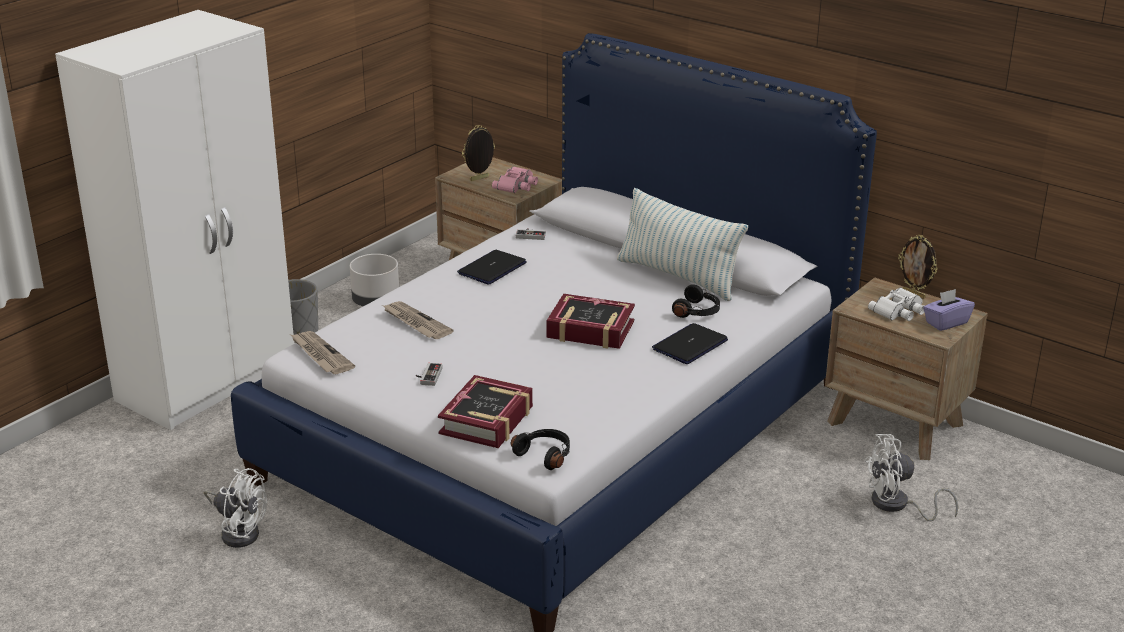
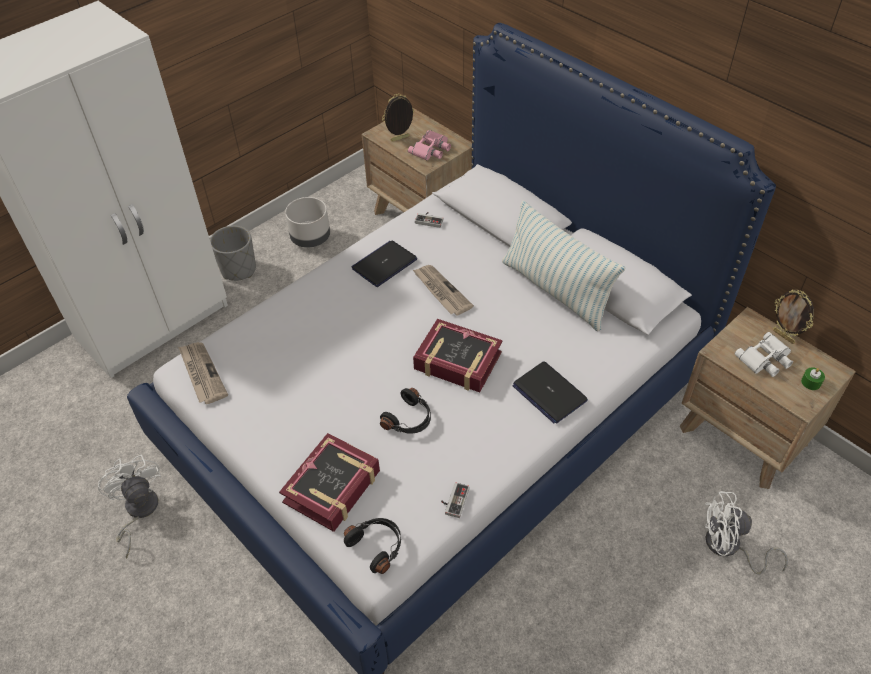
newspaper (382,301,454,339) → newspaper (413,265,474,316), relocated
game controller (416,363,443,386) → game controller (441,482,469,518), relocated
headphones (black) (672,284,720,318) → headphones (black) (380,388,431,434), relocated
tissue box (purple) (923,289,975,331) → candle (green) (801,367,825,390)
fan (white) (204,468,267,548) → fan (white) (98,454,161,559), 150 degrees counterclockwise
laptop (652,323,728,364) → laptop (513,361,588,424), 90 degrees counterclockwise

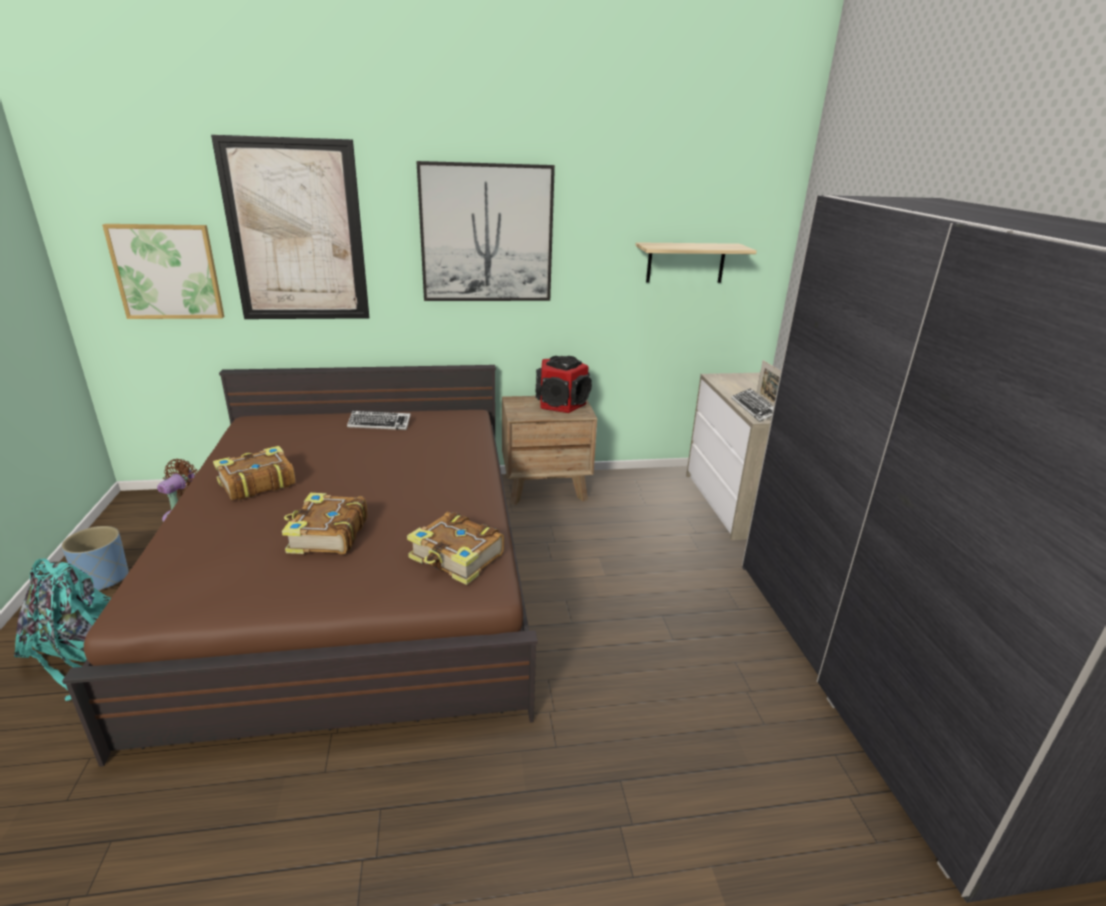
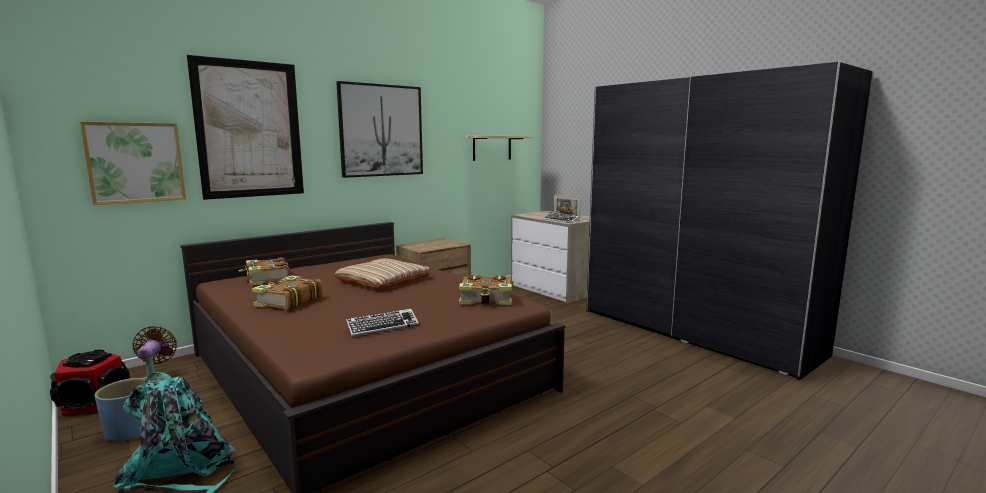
- → pillow (beige) (334,258,430,290)
book (282,493,367,554) → book (239,257,291,286), relocated
keyboard (347,411,411,430) → keyboard (346,308,419,337), relocated
speaker (536,356,592,413) → speaker (50,350,130,416), relocated

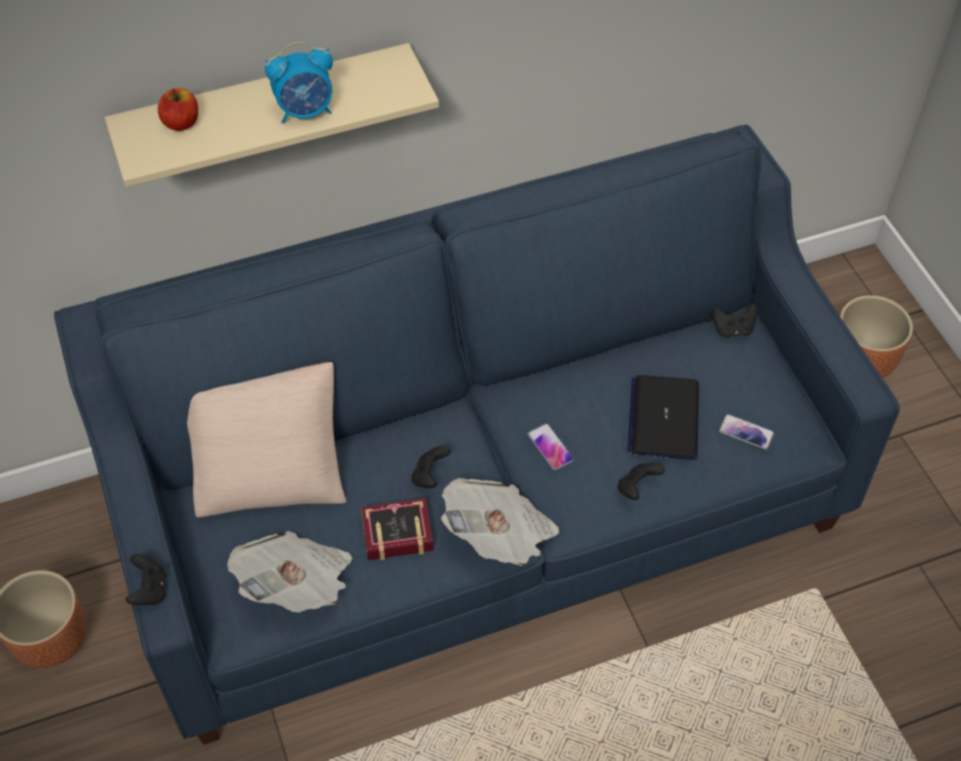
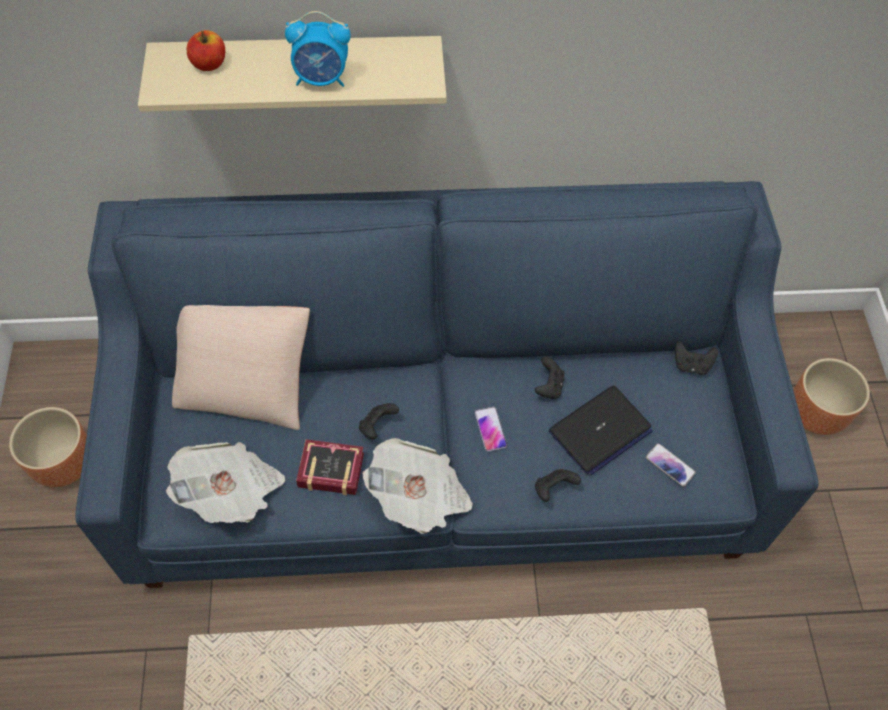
game controller (black) (126,554,166,605) → game controller (black) (535,357,565,399), relocated
laptop (628,375,699,460) → laptop (549,386,652,475), 150 degrees counterclockwise

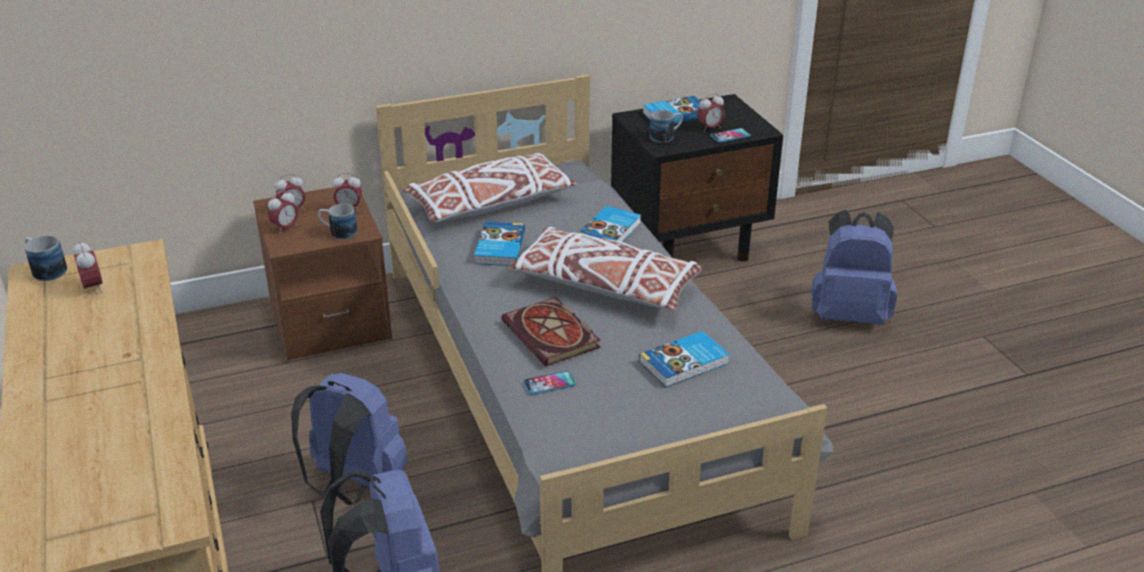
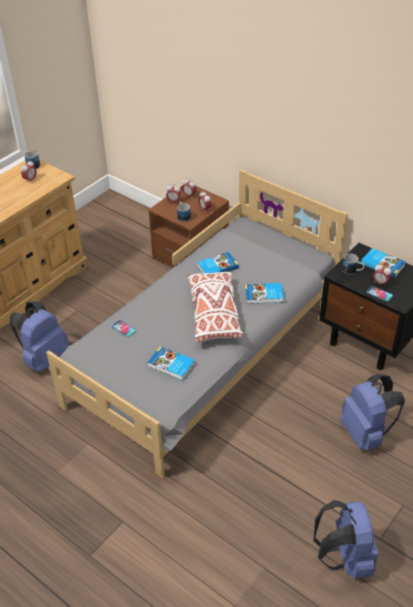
pillow (white) (401,153,578,223) → -
book (501,297,600,366) → -
backpack (blue) (291,373,408,505) → backpack (blue) (314,500,378,579), relocated

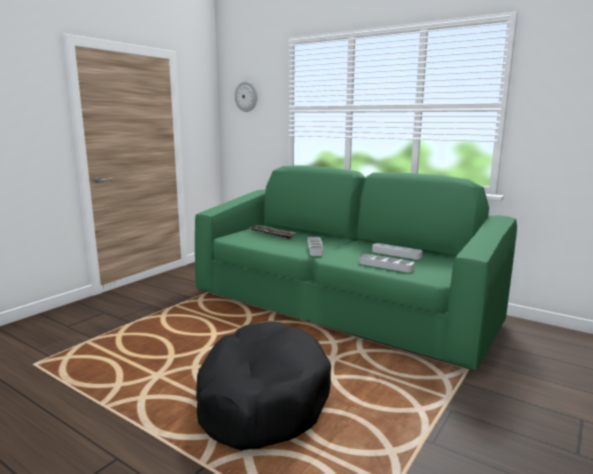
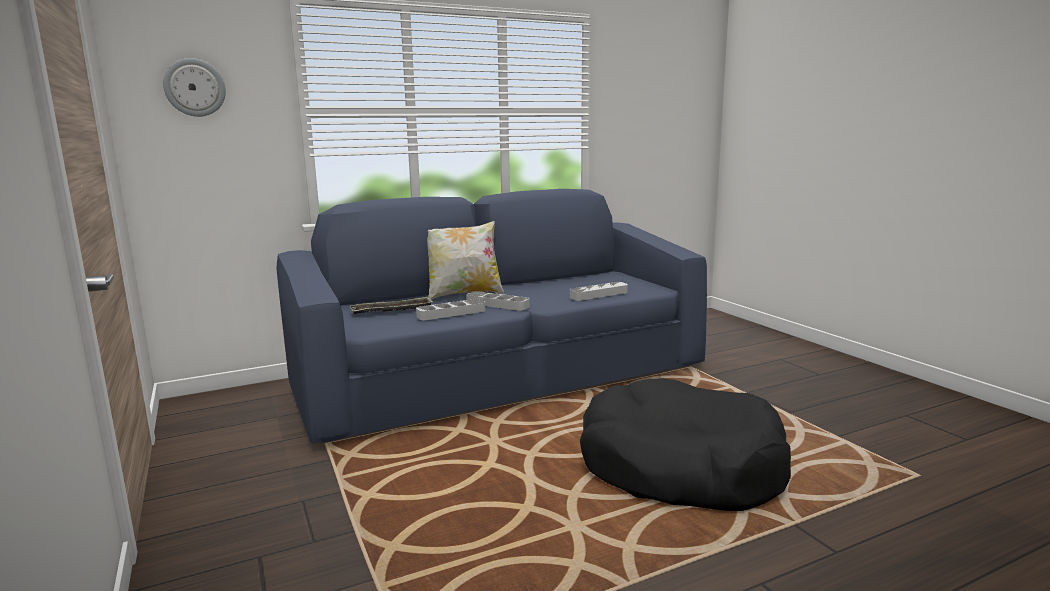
- → pillow (427,221,504,299)
tray (grey) (372,243,422,260) → tray (grey) (416,299,486,320), relocated
sofa (green) (195,165,517,370) → sofa (blue) (277,189,707,444)

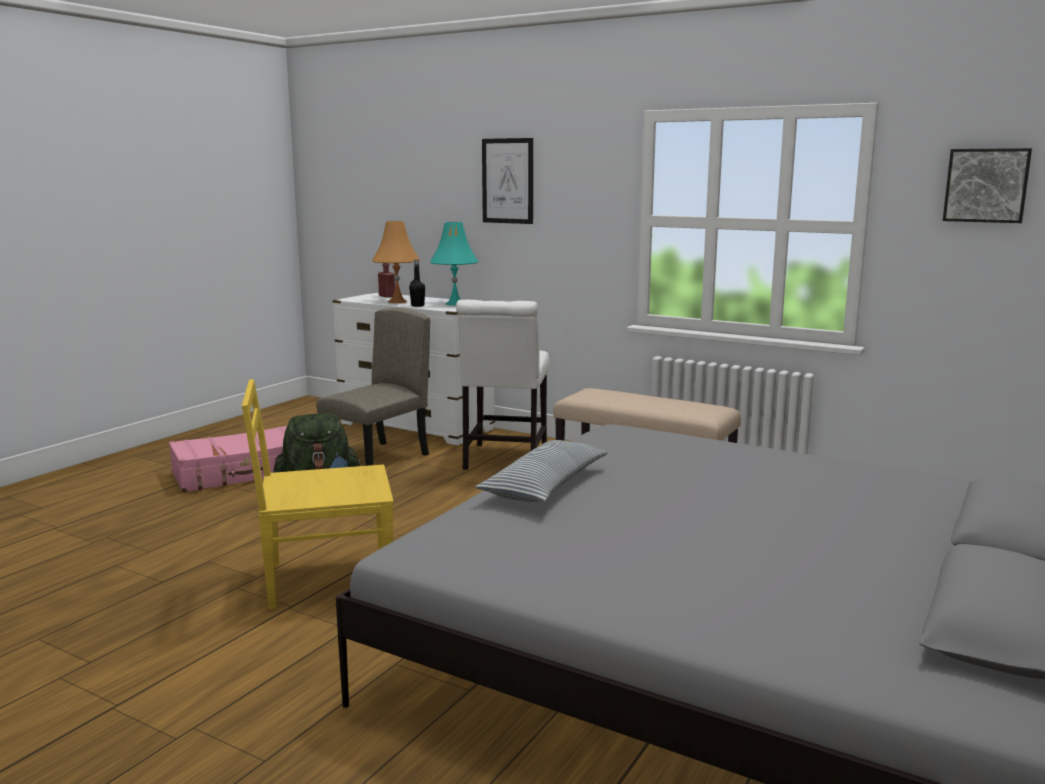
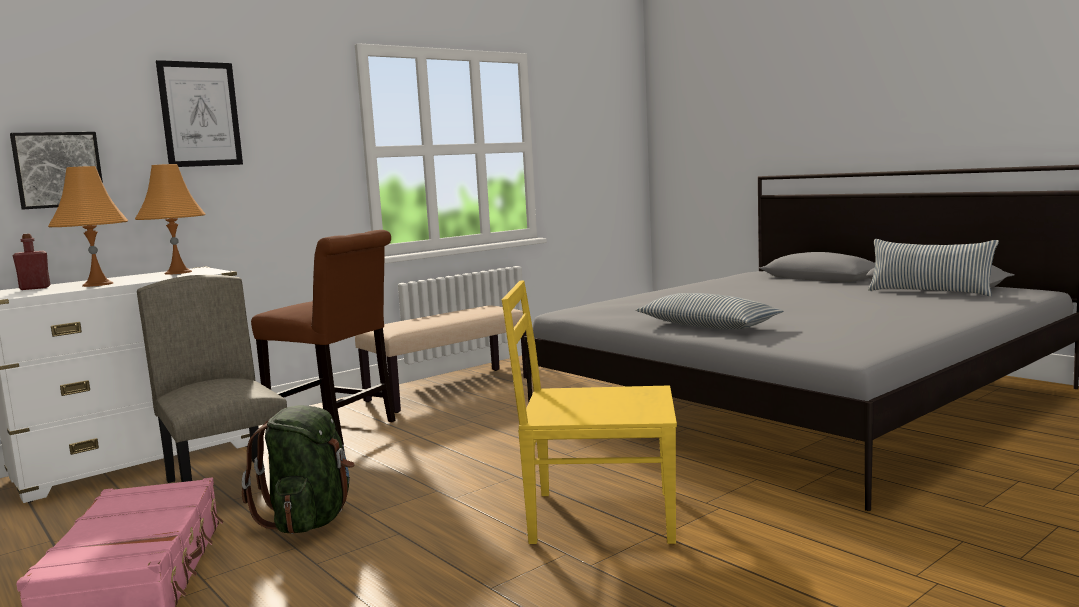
bottle (black) (409,260,425,307) → -
- → pillow (868,239,999,297)
picture (943,148,1032,223) → picture (10,132,103,209), relocated
table lamp (turquoise) (430,222,478,306) → table lamp (orange) (135,164,205,275)
chair (white) (456,300,549,470) → chair (brown) (251,230,396,445)
chair (yellow) (242,379,394,609) → chair (yellow) (501,280,677,544), 90 degrees clockwise

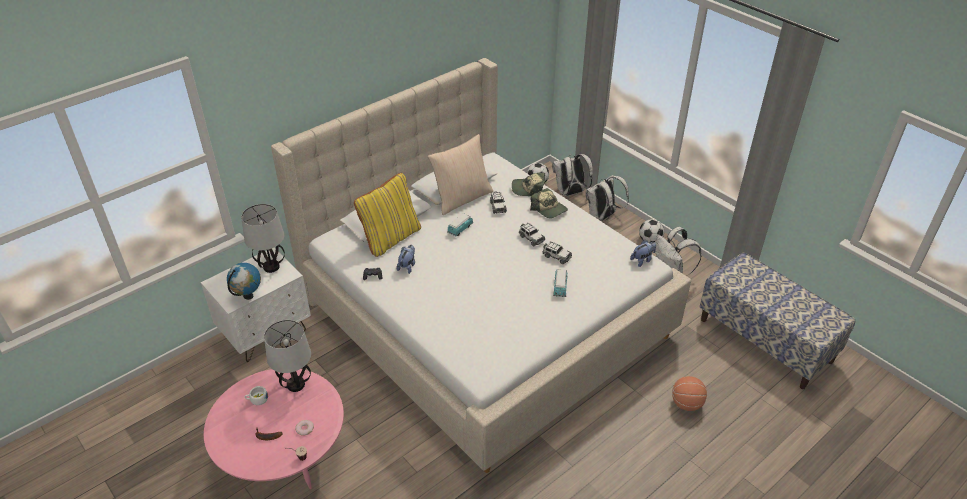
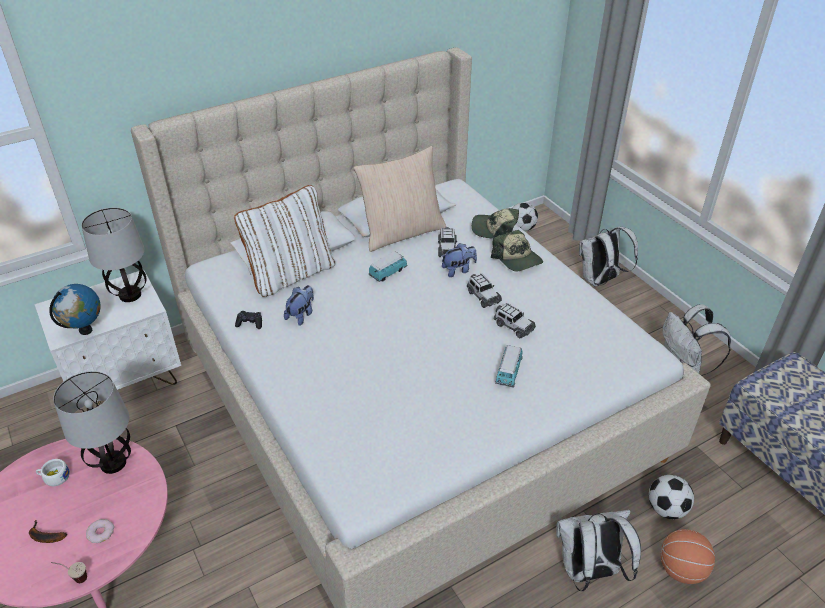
backpack (white) (552,154,593,196) → backpack (white) (556,510,641,591), relocated
plush toy (630,240,656,267) → plush toy (442,243,477,277), relocated
football (639,219,664,243) → football (649,475,694,519), relocated
pillow (yellow) (354,173,421,257) → pillow (white) (234,185,335,297)

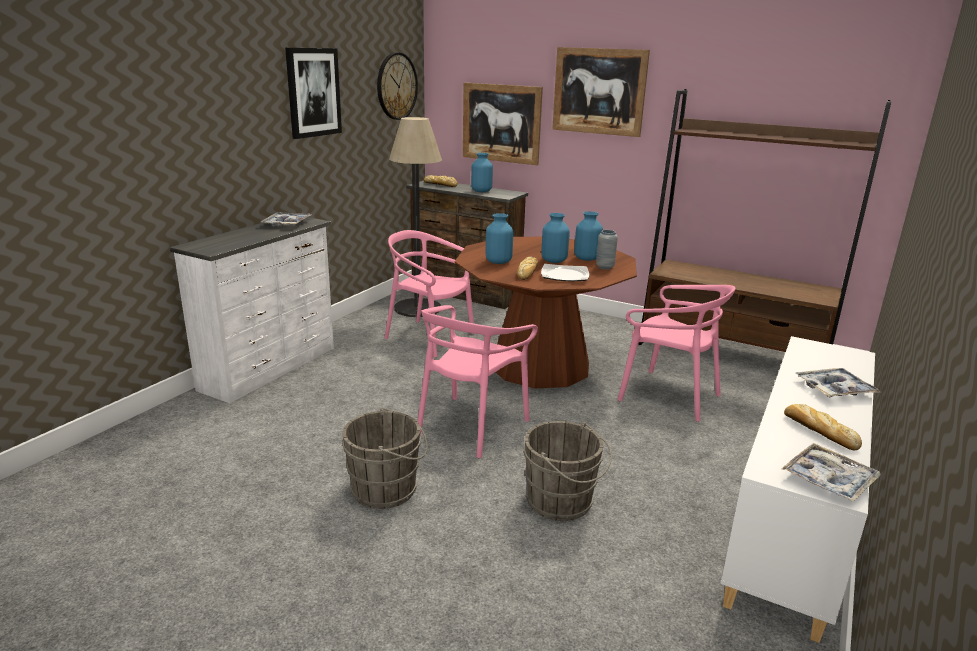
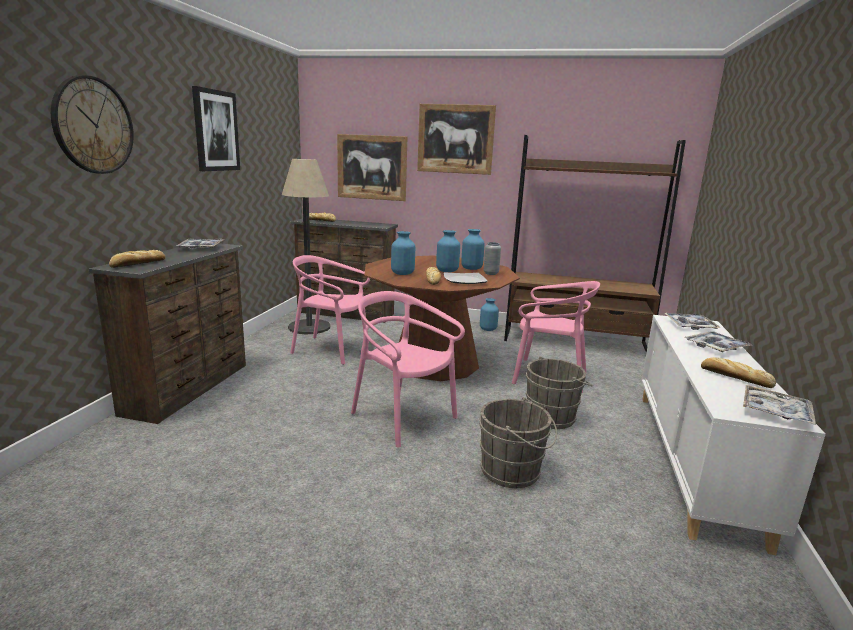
- → bread (109,250,166,268)
- → tray (665,313,721,330)
bucket (grey) (342,408,428,509) → bucket (grey) (525,356,593,429), relocated
wall clock (377,52,418,120) → wall clock (51,75,134,174), relocated
vase (blue) (471,153,493,192) → vase (blue) (480,298,499,331), relocated
dresser (white) (170,217,334,403) → dresser (brown) (89,243,246,424)
chair (pink) (418,305,538,458) → chair (pink) (351,291,465,448), 120 degrees clockwise

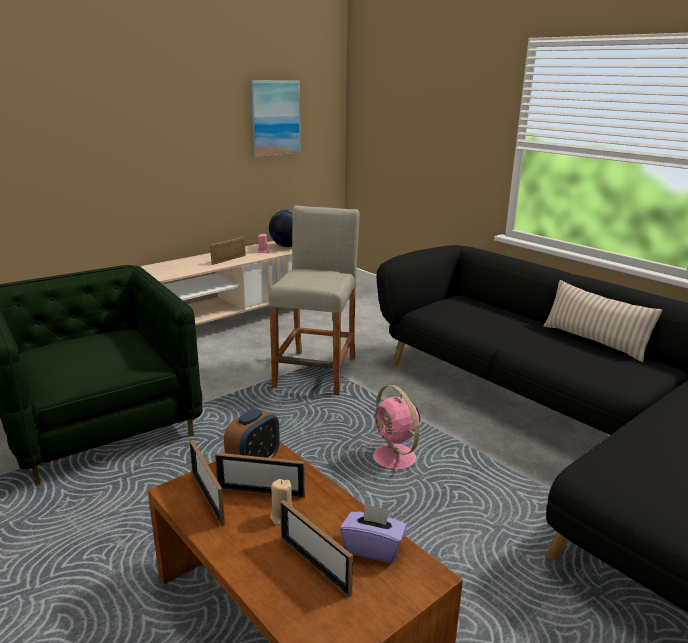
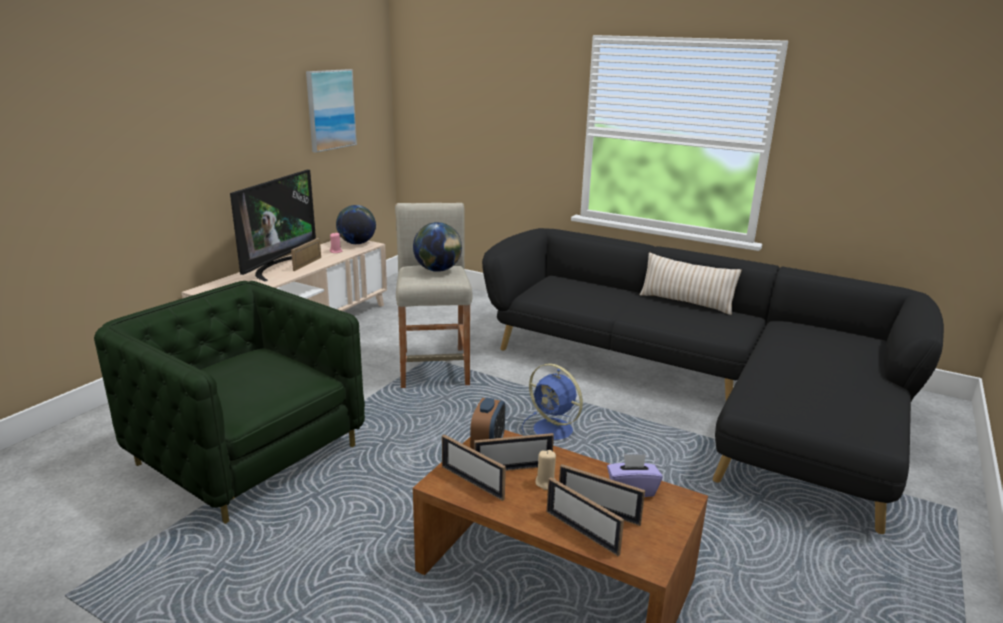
- → television (230,170,316,281)
- → globe (413,222,462,272)
- → picture frame (547,477,624,556)
fan (pink) (361,385,421,469) → fan (blue) (522,363,583,440)

